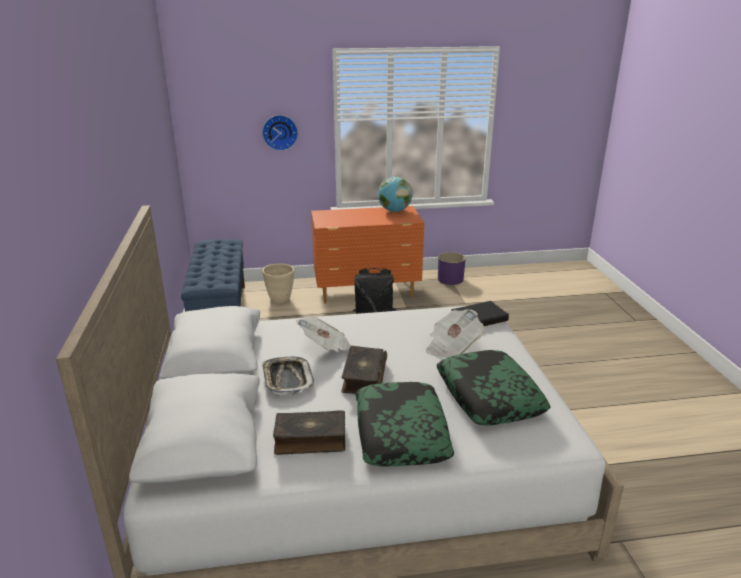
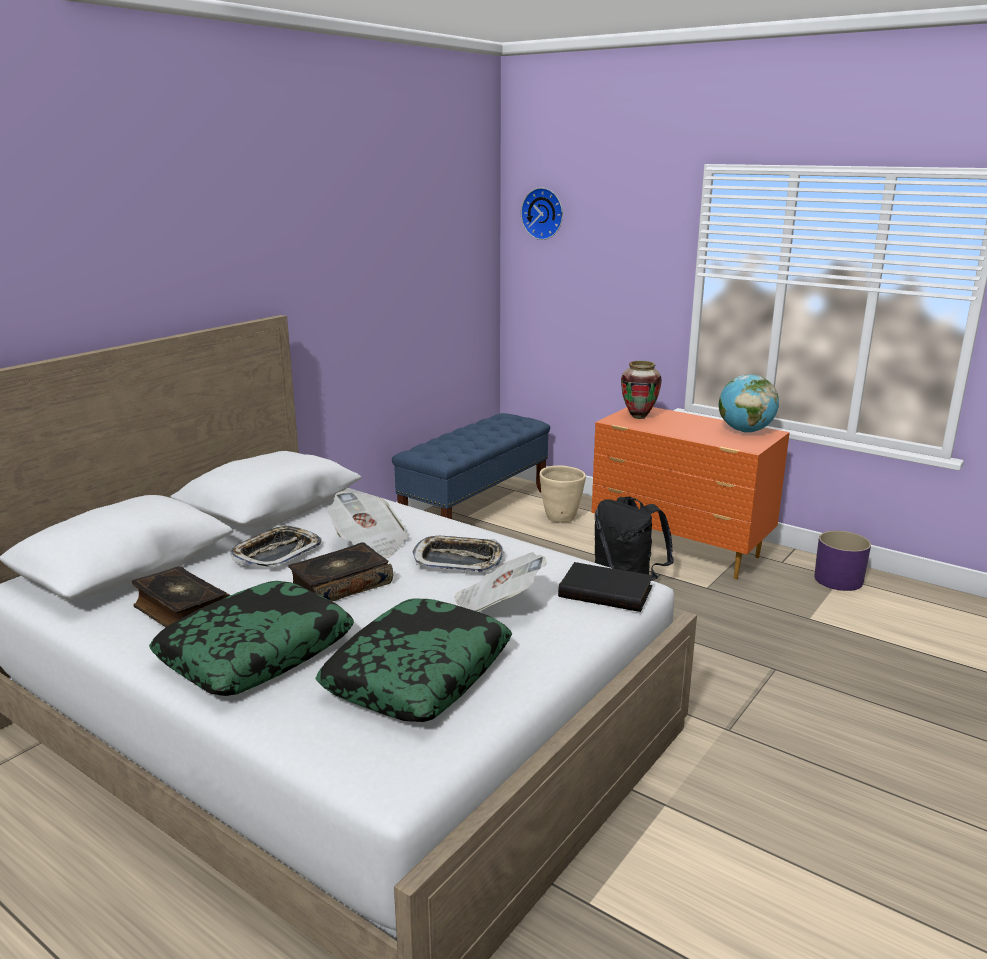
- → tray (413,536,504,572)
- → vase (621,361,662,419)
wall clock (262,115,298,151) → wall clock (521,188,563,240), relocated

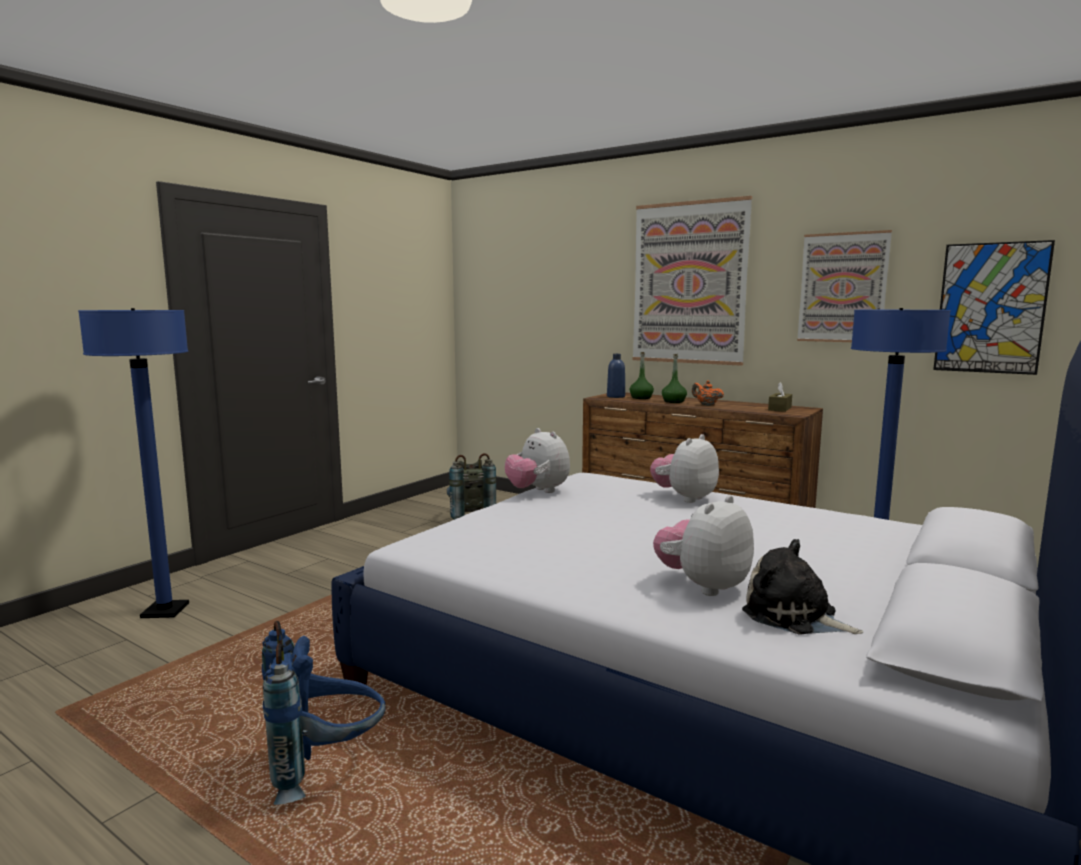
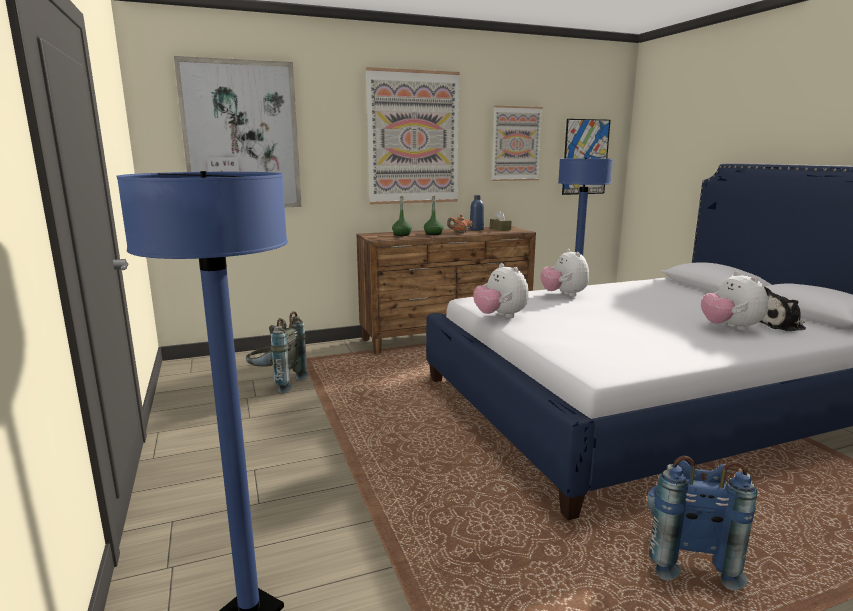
- → picture (174,56,302,207)
bottle (blue) (607,354,625,398) → bottle (blue) (469,195,484,231), relocated
plush toy (505,428,570,493) → plush toy (473,263,529,318), 60 degrees clockwise

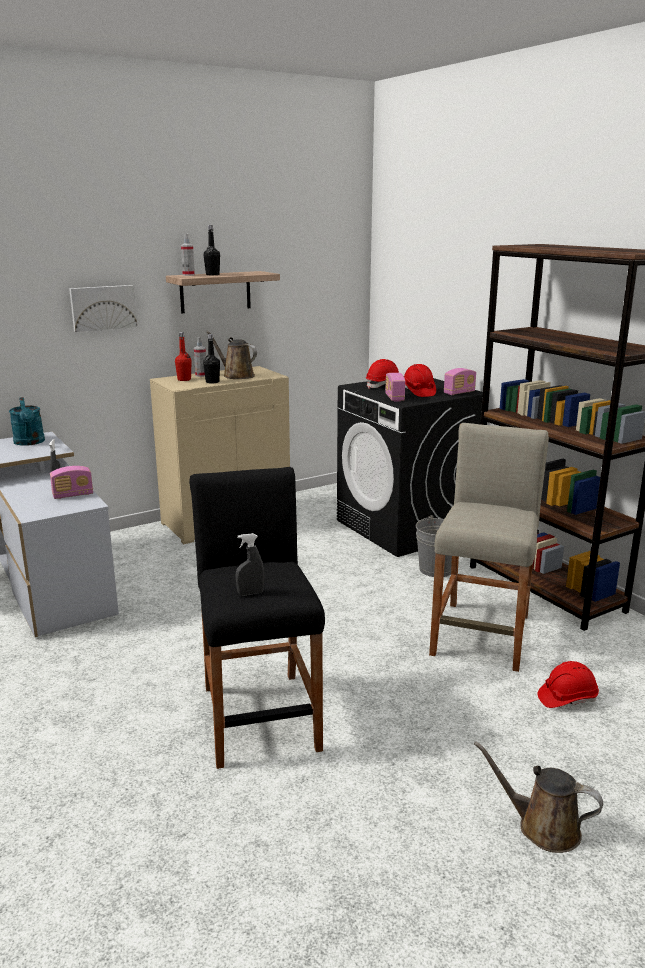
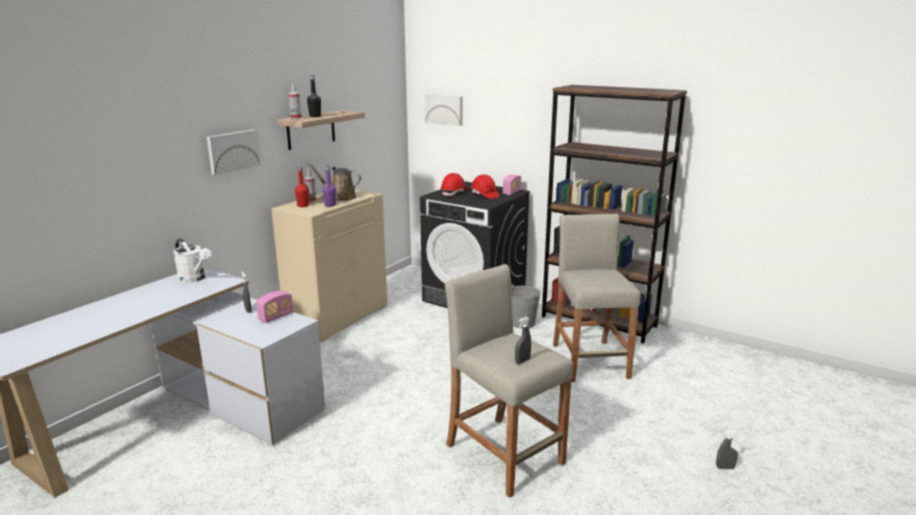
radio (385,373,405,402) → -
hard hat (red) (538,661,599,708) → -
- → picture (425,94,462,126)
watering can (brown) (474,741,603,853) → spray bottle (grey) (716,430,740,469)
watering can (turquoise) (9,397,45,446) → watering can (white) (173,238,212,282)
stool (black) (189,467,325,769) → stool (beige) (445,264,573,498)
bottle (black) (203,334,220,384) → bottle (purple) (322,166,336,207)

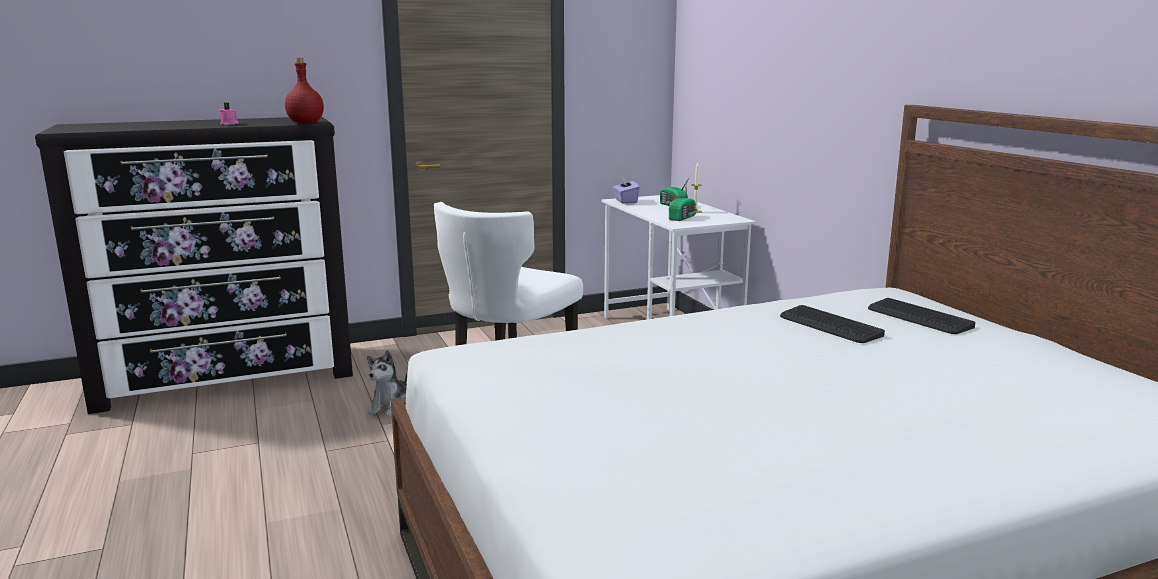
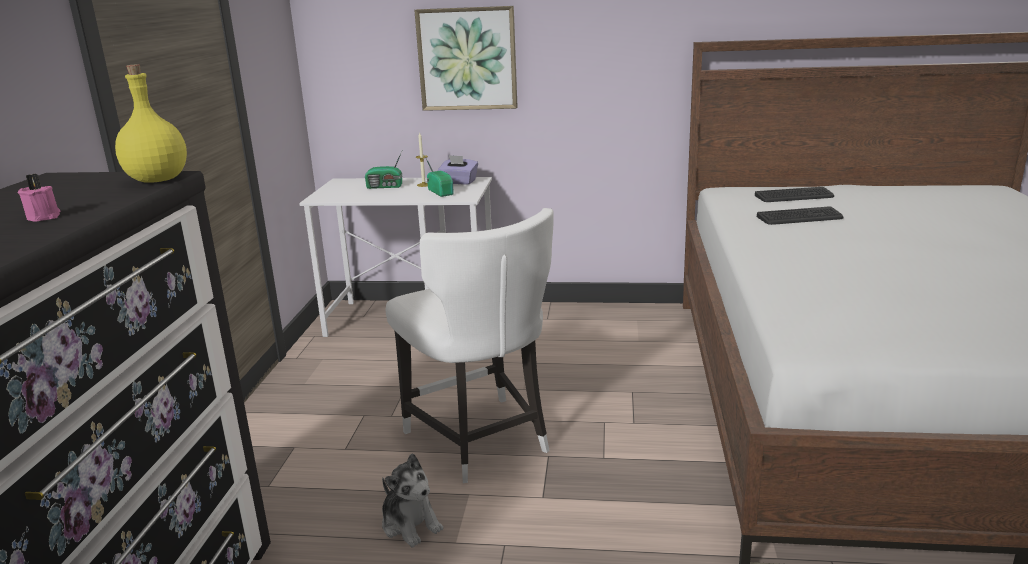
- → picture (414,6,518,111)
tissue box (purple) (613,176,640,204) → tissue box (purple) (438,155,478,185), relocated
bottle (red) (285,58,324,124) → bottle (yellow) (115,64,187,183)

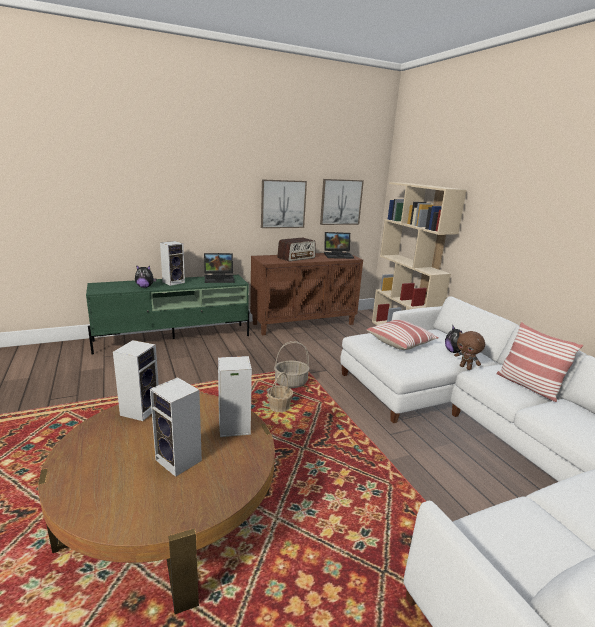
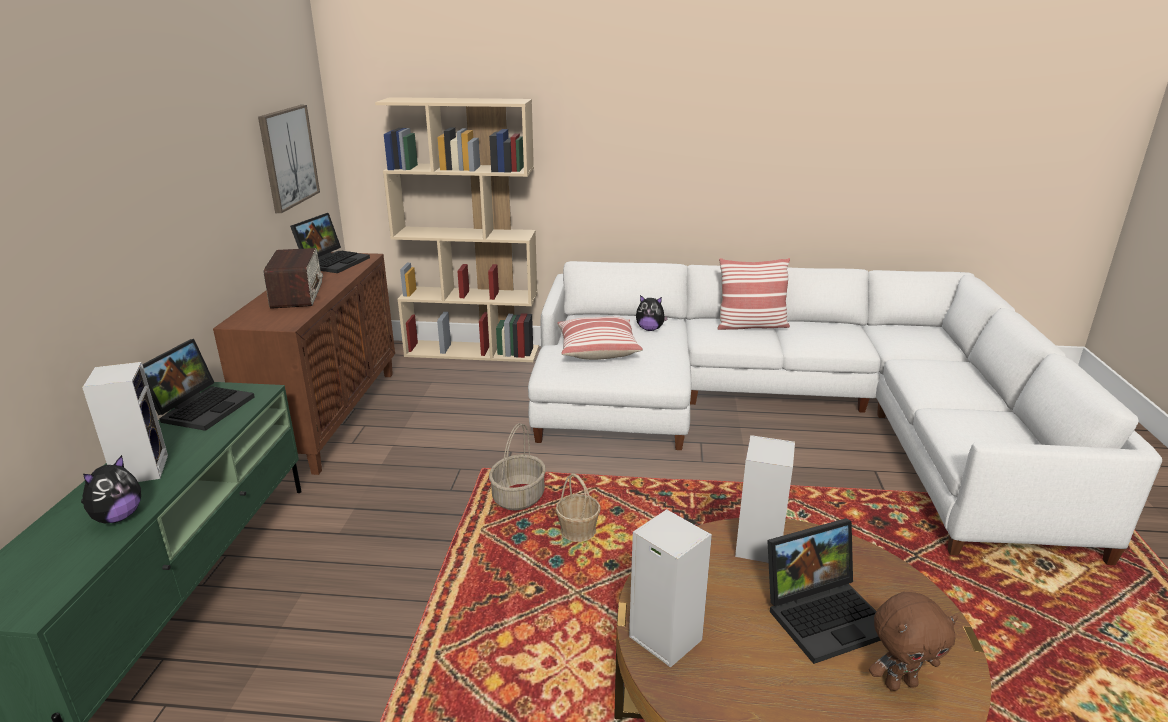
picture (261,179,307,228) → -
plush toy (brown) (454,331,485,370) → plush toy (brown) (869,592,958,691), relocated
speaker (150,377,202,477) → laptop (767,518,881,664)

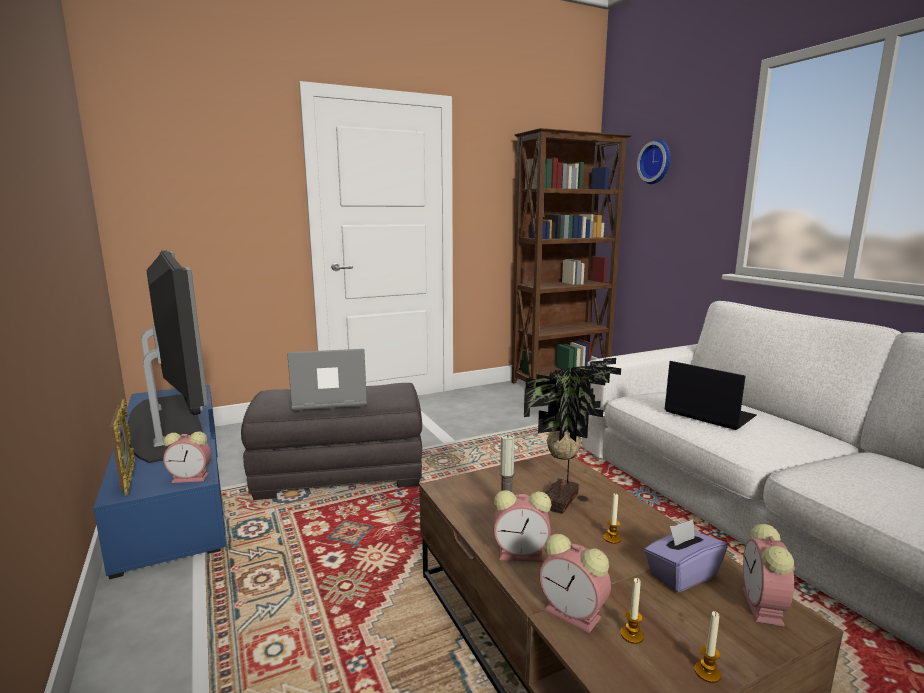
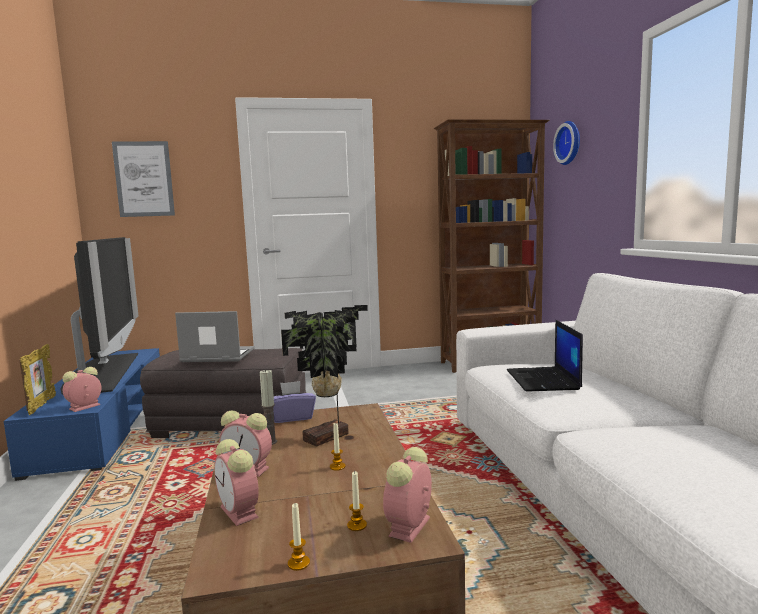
- → picture (112,141,175,217)
candle (621,578,644,644) → candle (347,471,367,531), relocated
tissue box (purple) (644,519,727,592) → tissue box (purple) (273,381,316,423), relocated
alarm clock (163,432,211,483) → alarm clock (62,367,101,412), 120 degrees clockwise
laptop (665,361,757,430) → laptop (507,320,583,392), 150 degrees counterclockwise

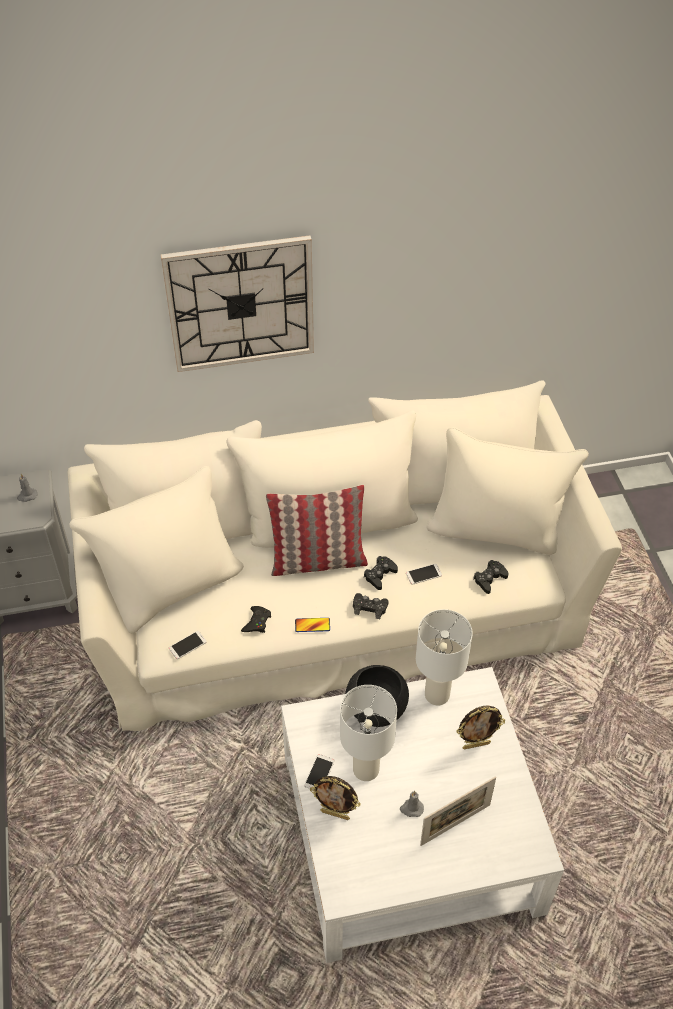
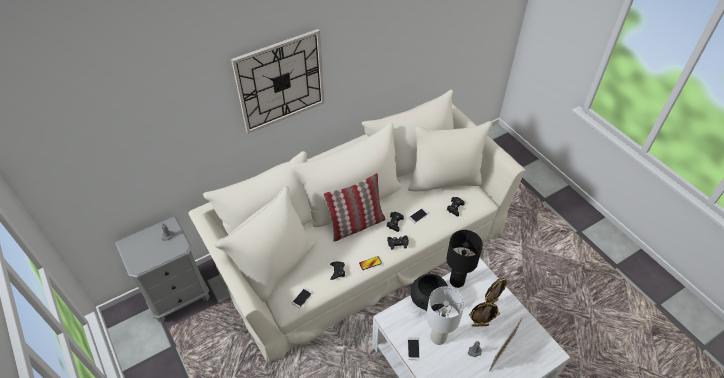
picture frame (310,776,361,820) → picture frame (469,302,500,327), relocated
table lamp (white) (416,609,473,705) → table lamp (black) (446,230,483,288)

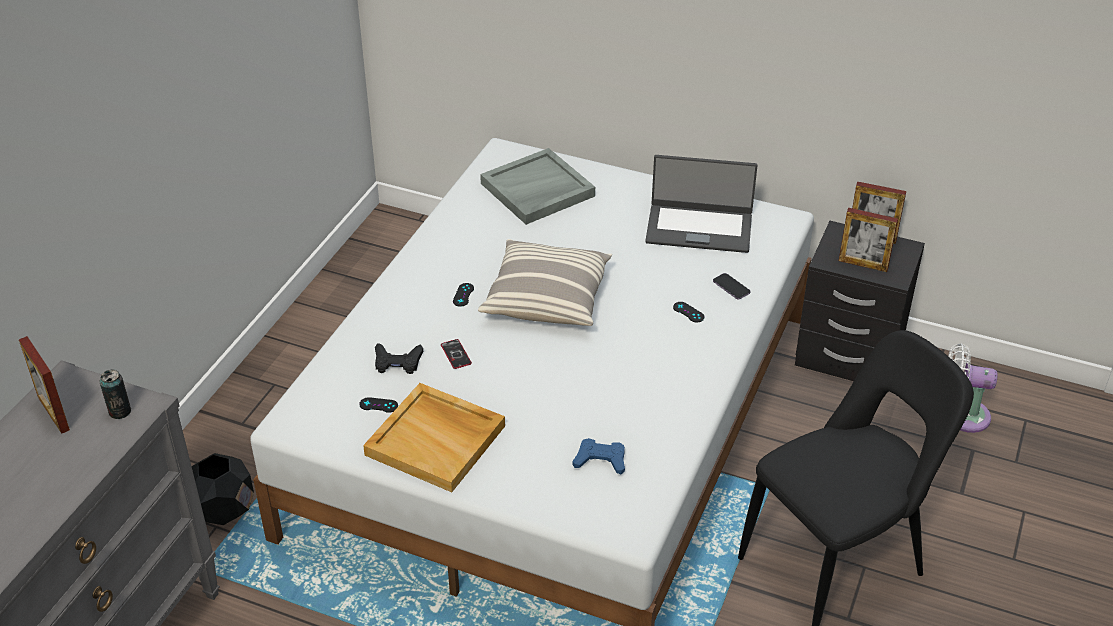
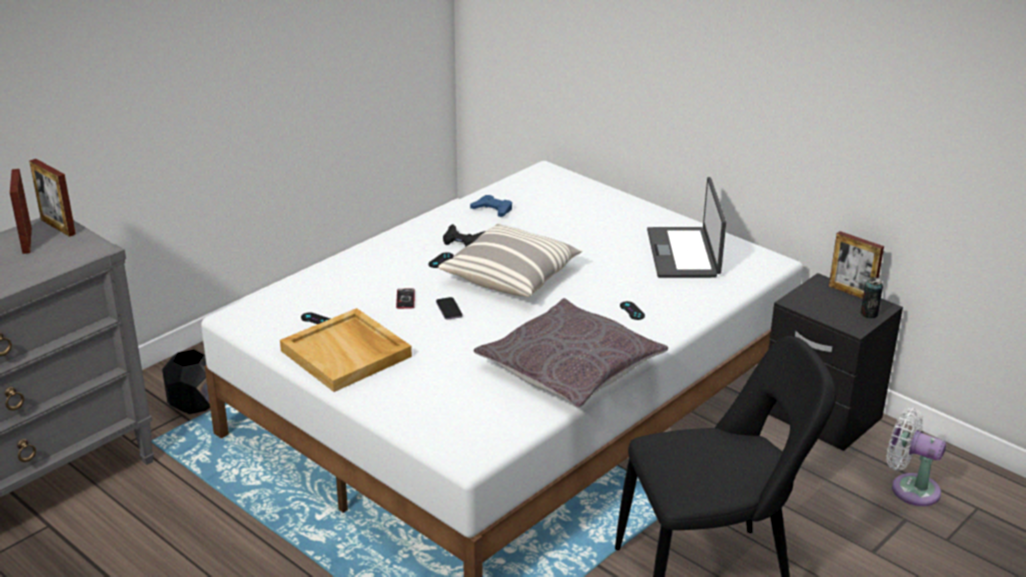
tray (grey) (480,148,595,225) → -
- → pillow (grey) (474,298,668,408)
can (99,369,131,419) → can (860,277,883,319), relocated
game controller (black) (375,343,423,374) → game controller (black) (443,224,485,247), relocated
game controller (blue) (572,438,625,474) → game controller (blue) (470,195,512,217), relocated
phone (713,273,751,299) → phone (436,297,463,320), relocated
picture frame (839,208,898,272) → picture frame (29,159,76,237), relocated
laptop (645,155,758,253) → laptop (647,177,726,278), 60 degrees clockwise

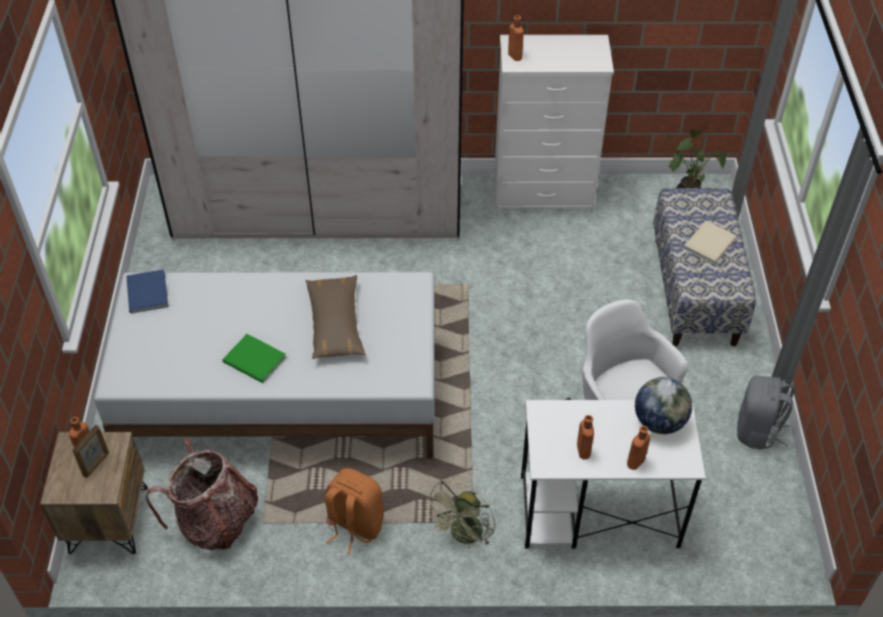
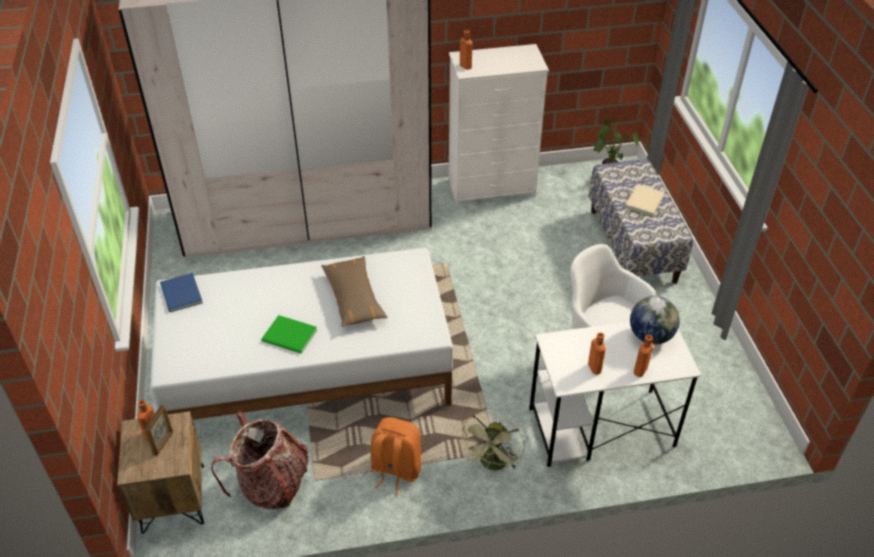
backpack (grey) (737,376,795,450) → -

